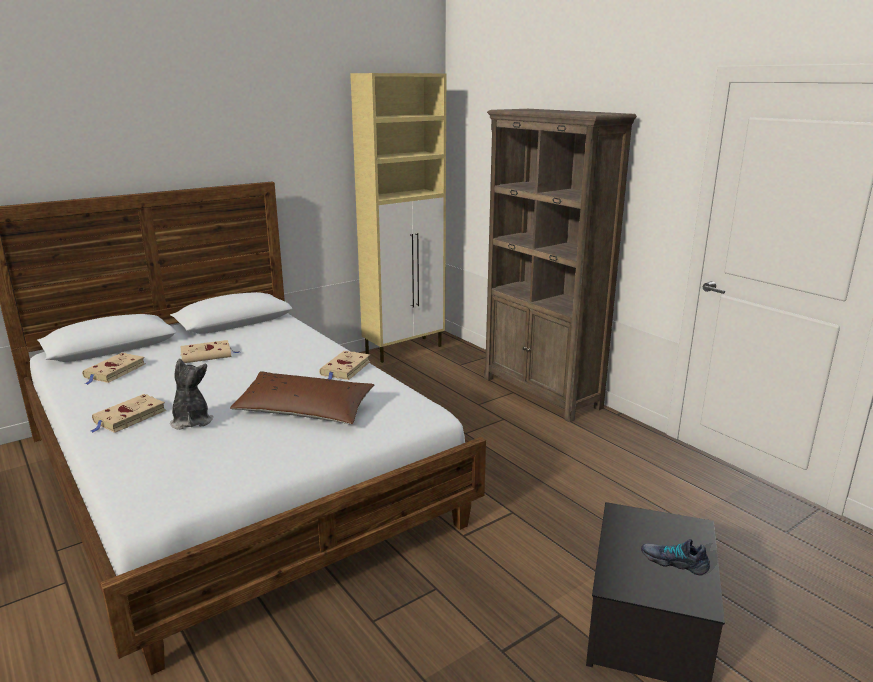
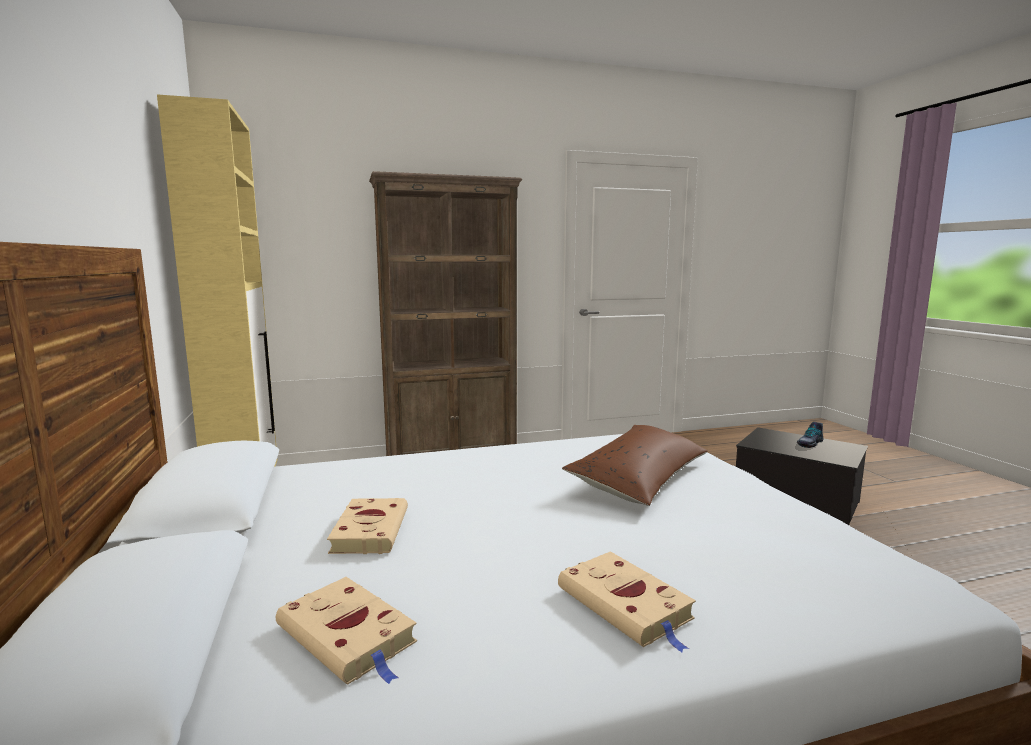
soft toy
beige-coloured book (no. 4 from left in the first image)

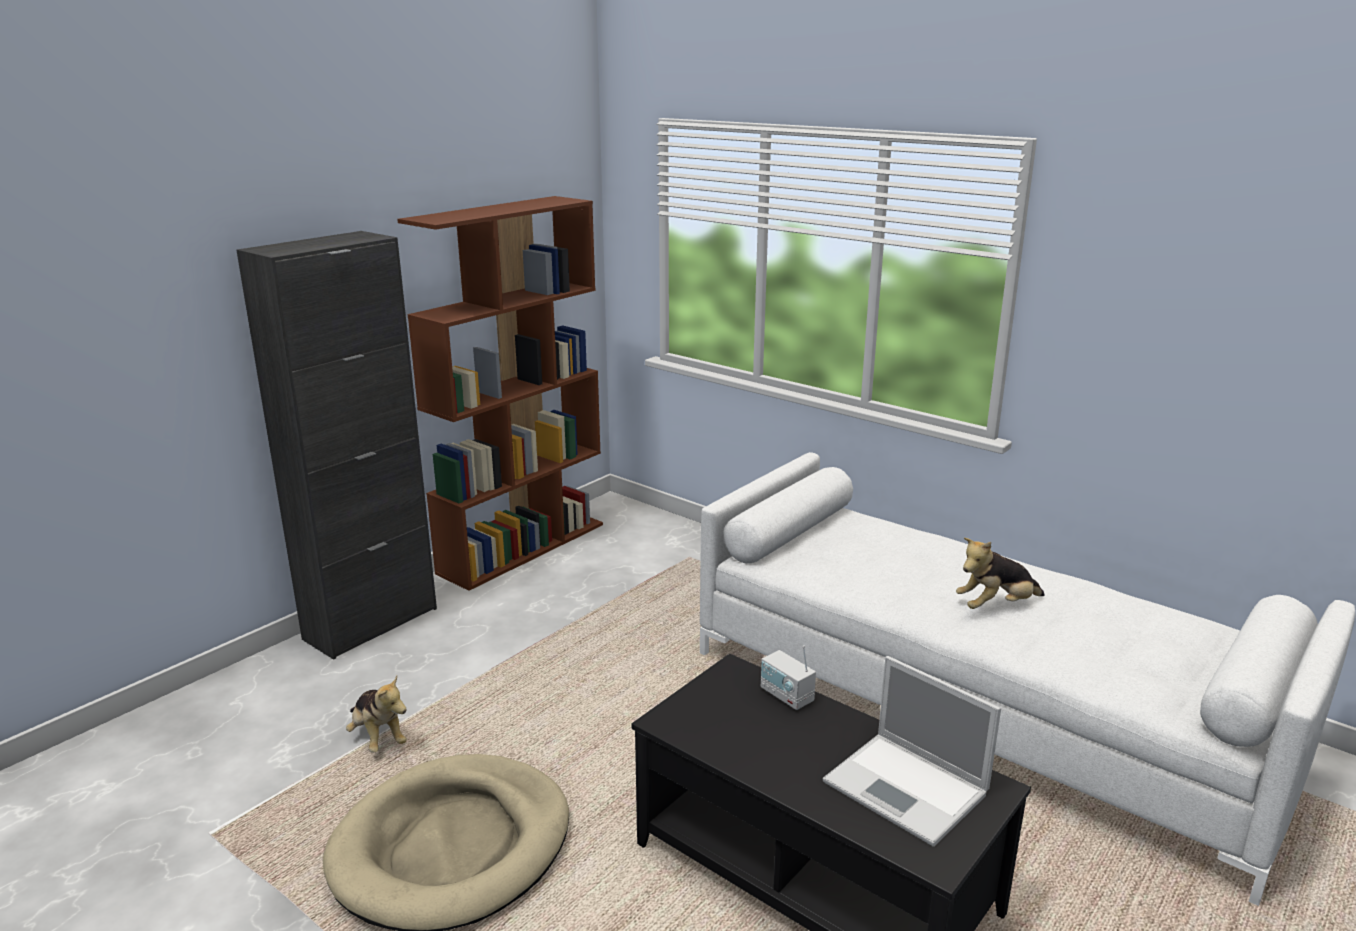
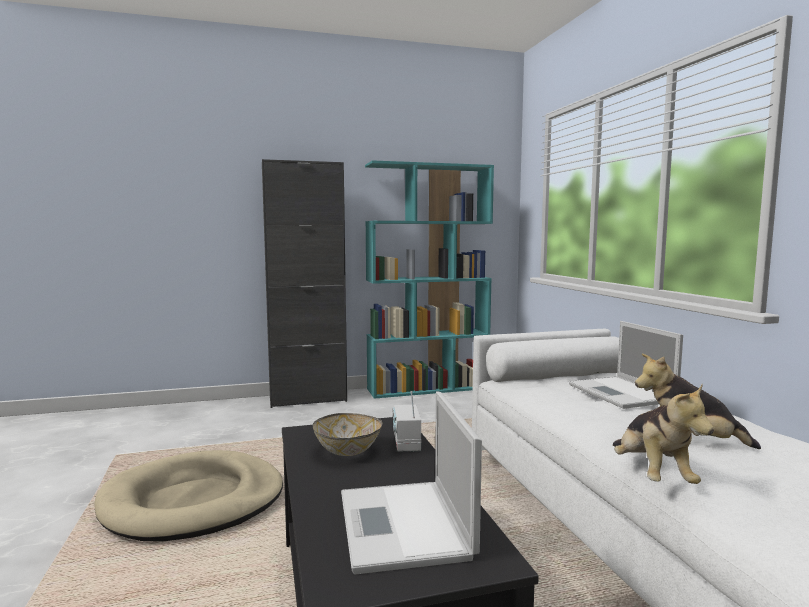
serving bowl
blue-green bookcase
laptop (no. 2 from left)
soft toy (no. 1 from left)

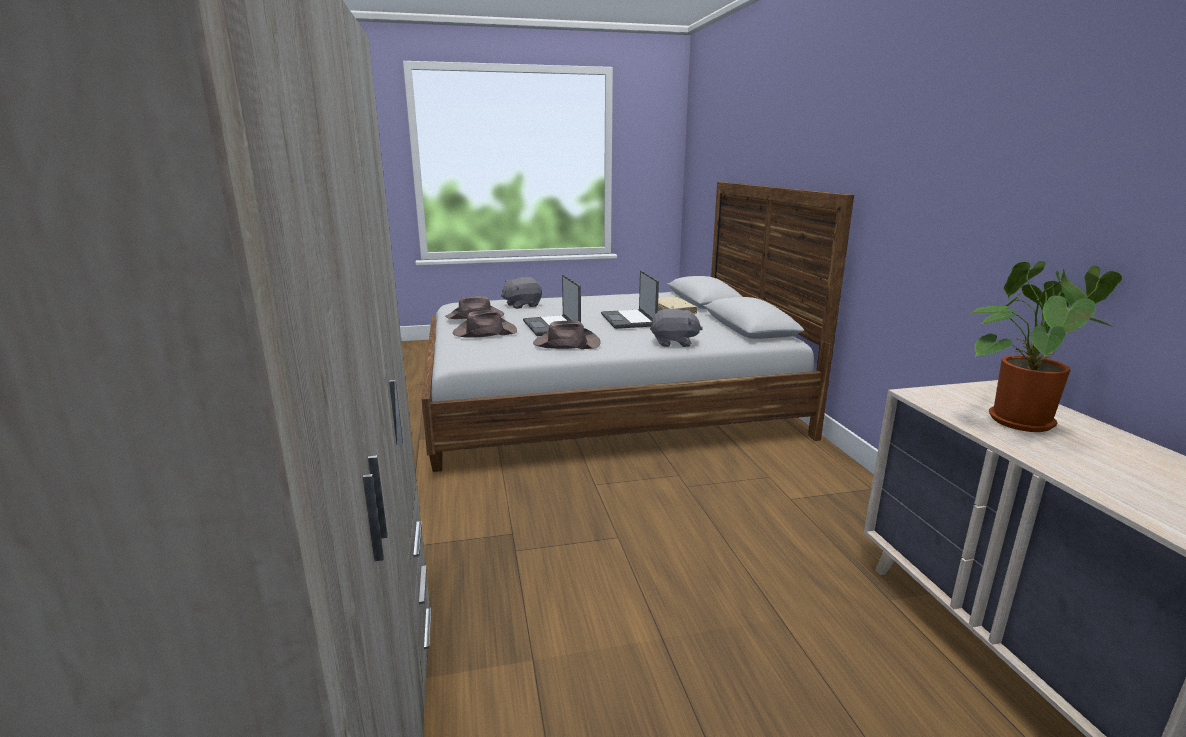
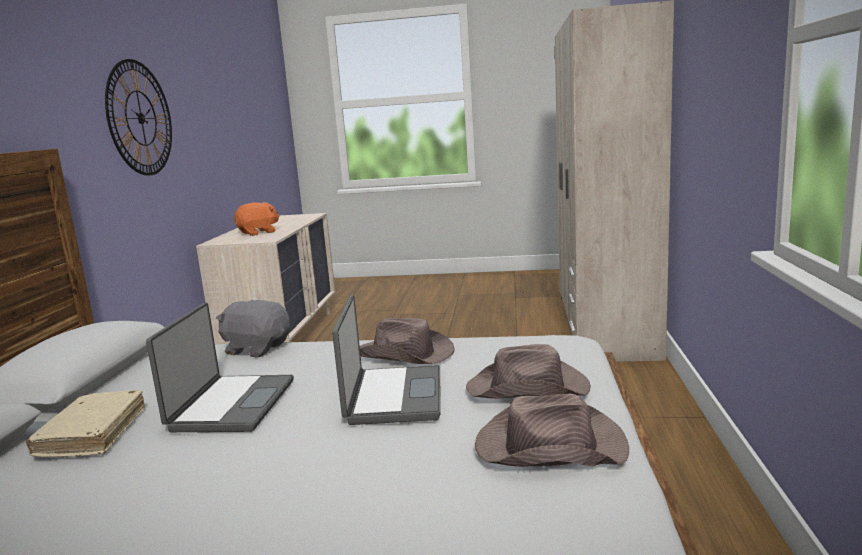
wall clock
orangey soft toy
grey soft toy (no. 1 from left in the first image)

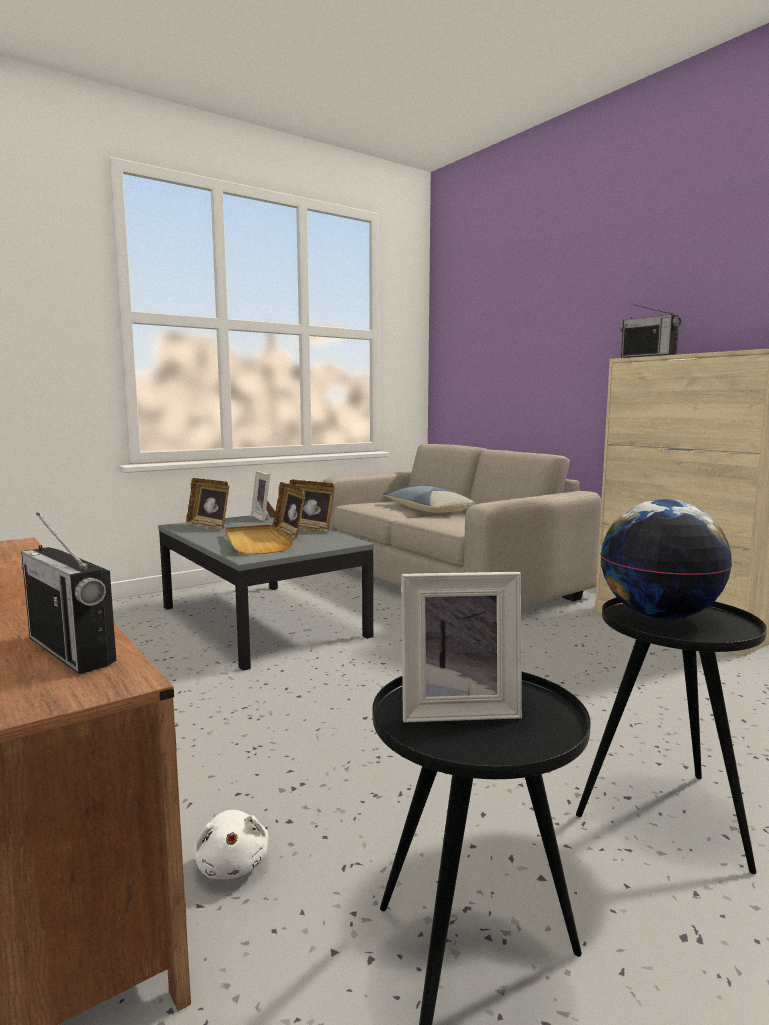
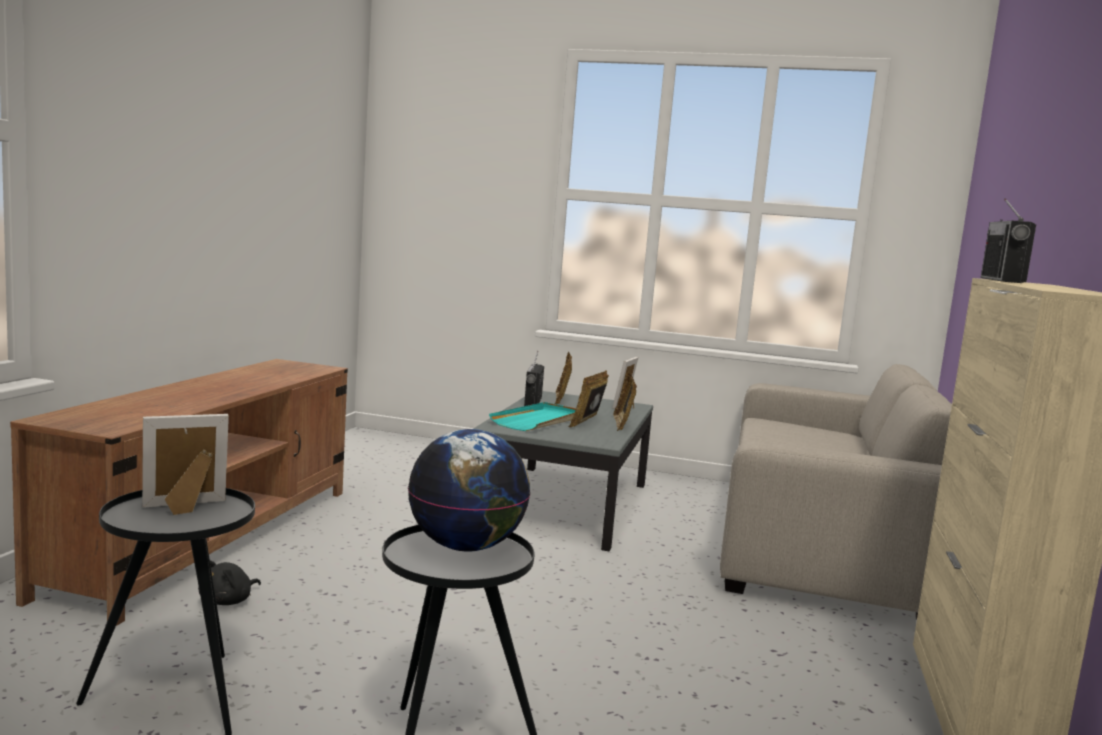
standing frame (no. 1 from left)
blackish soft toy
blue-green tray
radio set (no. 1 from left)
cushion

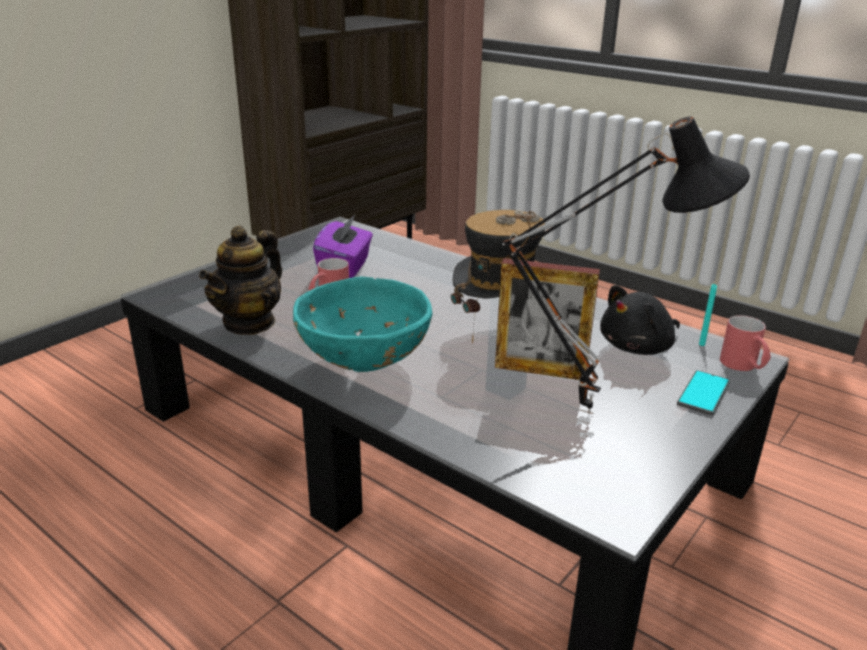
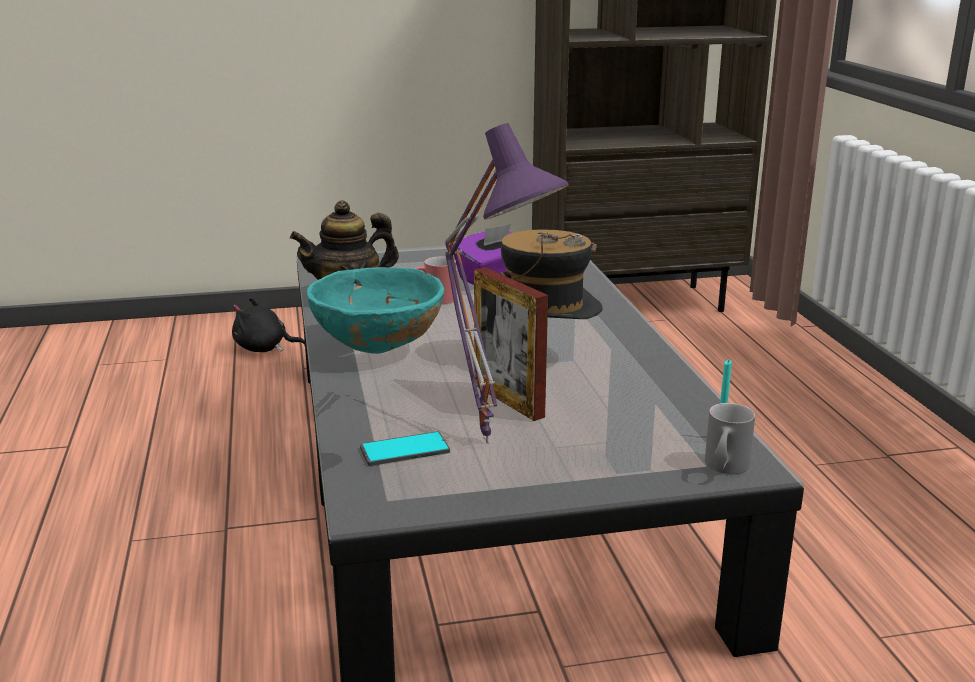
blackish soft toy
telephone
purplish tabletop lamp
grey mug

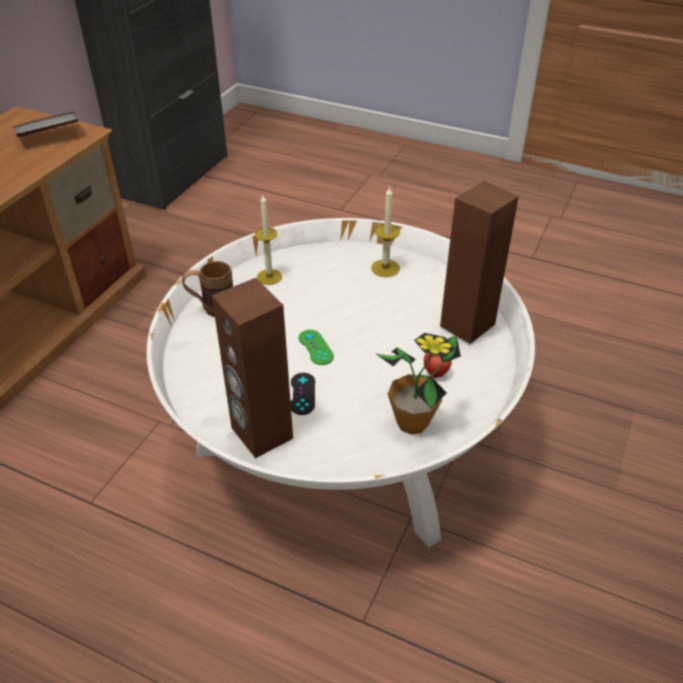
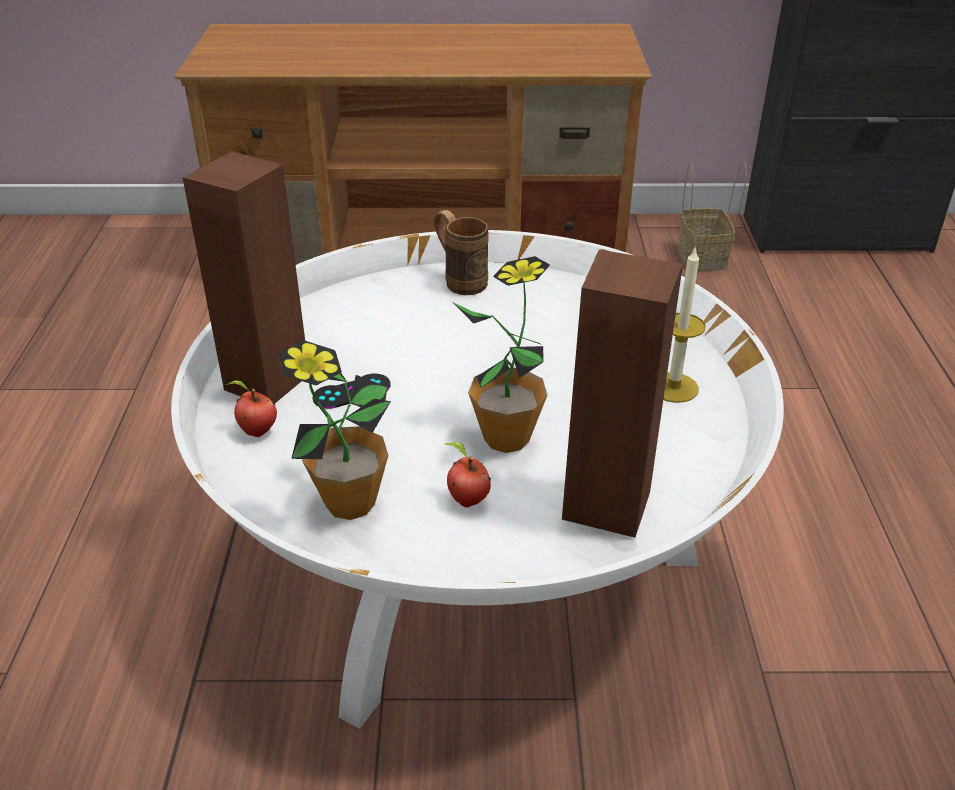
whole apple (no. 1 from left)
plant in a pot (no. 2 from left)
household basket
book
wax candle (no. 1 from left in the first image)
green-coloured gamepad

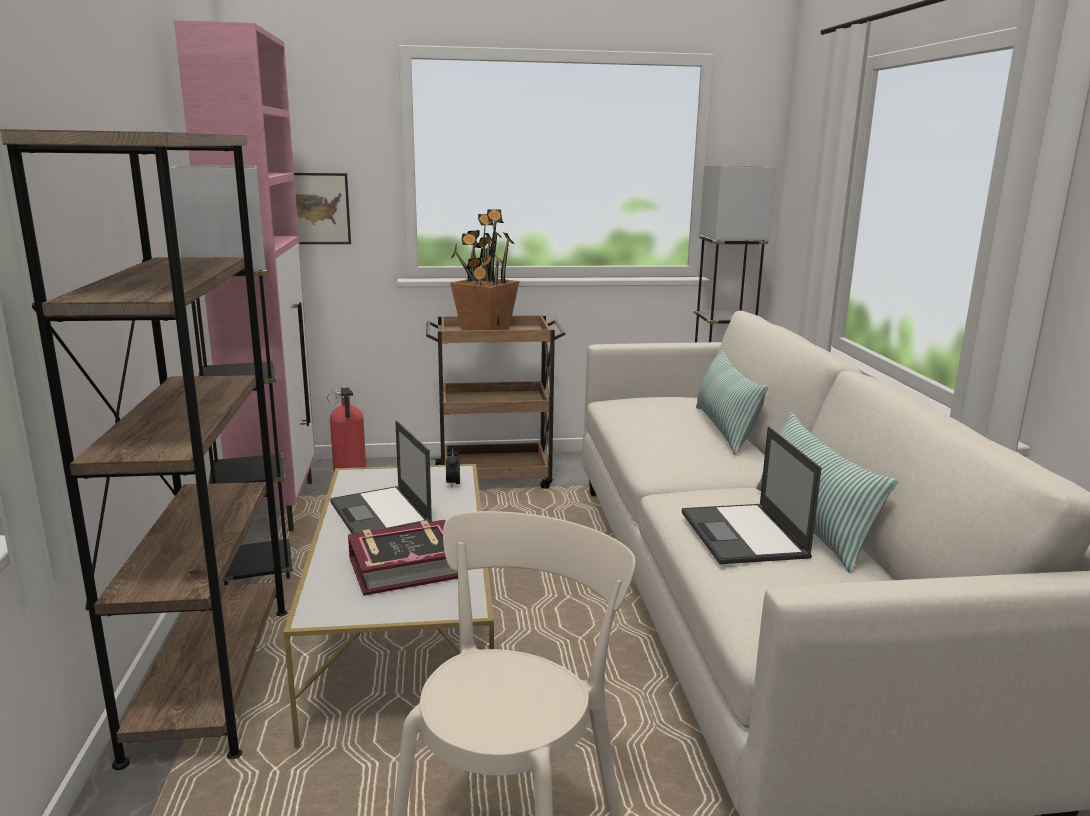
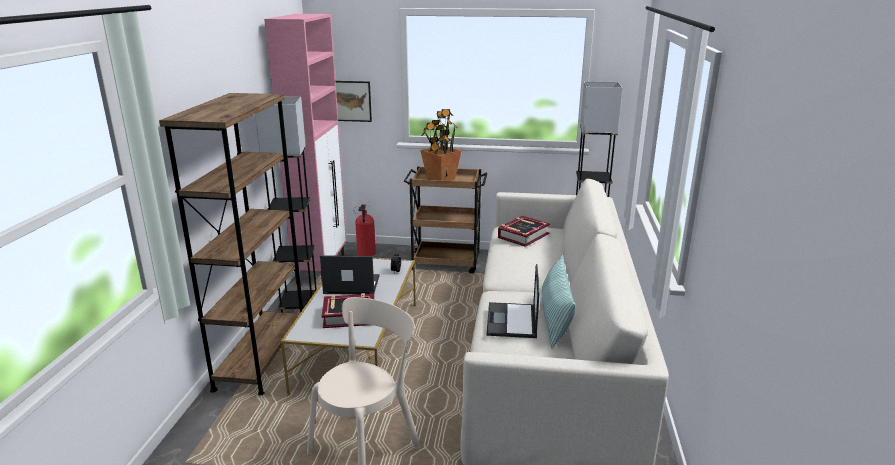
laptop (no. 1 from left)
book (no. 2 from left)
cushion (no. 1 from left in the first image)

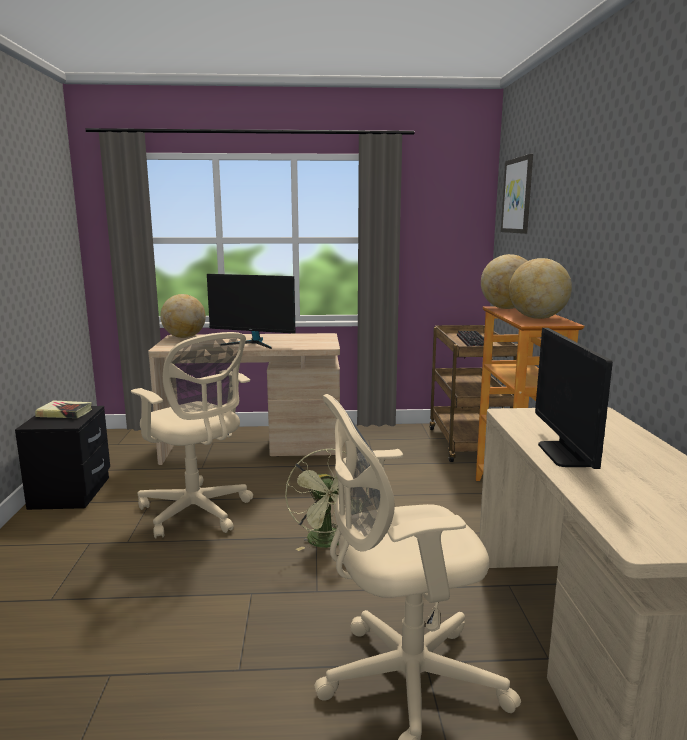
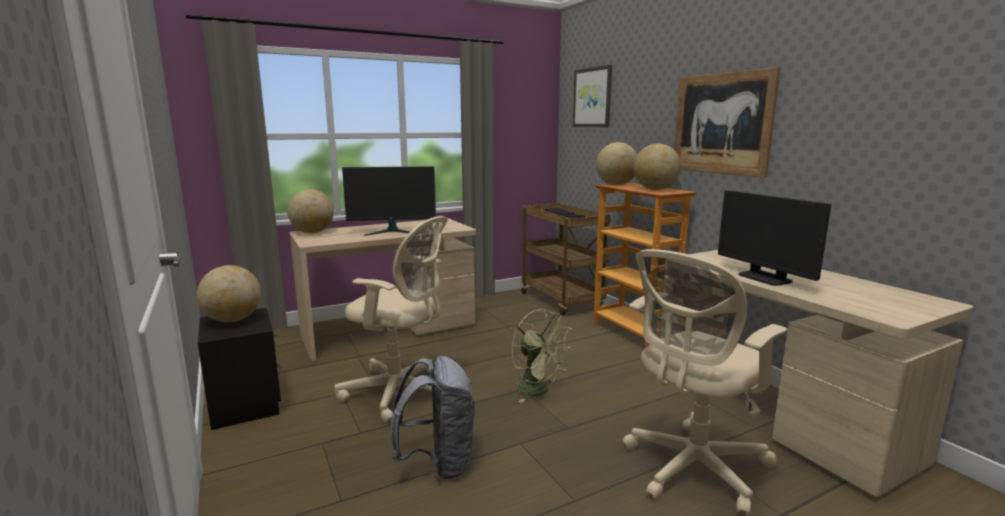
desk globe (no. 1 from left)
grey backpack
picture (no. 2 from left)

